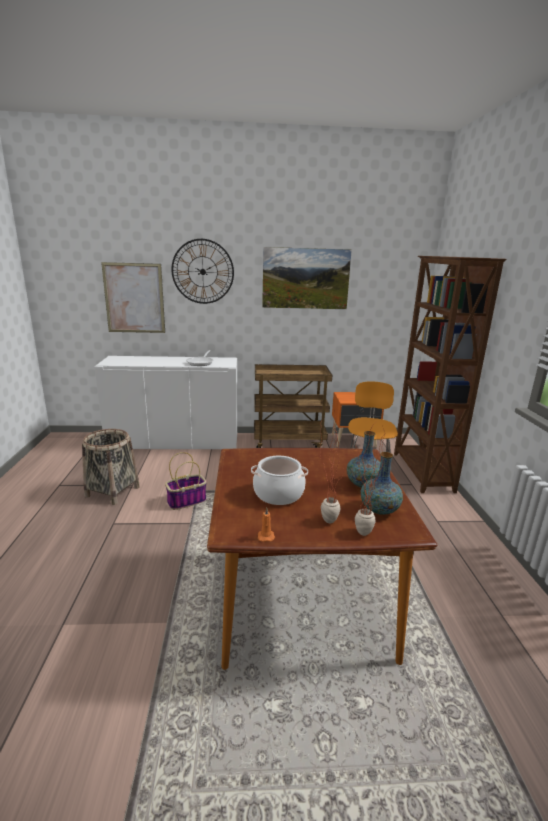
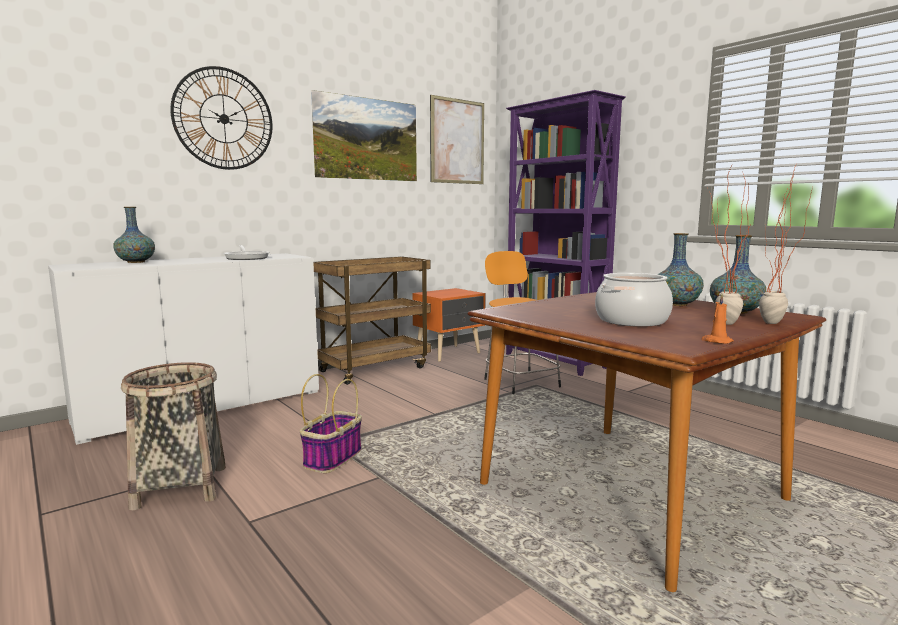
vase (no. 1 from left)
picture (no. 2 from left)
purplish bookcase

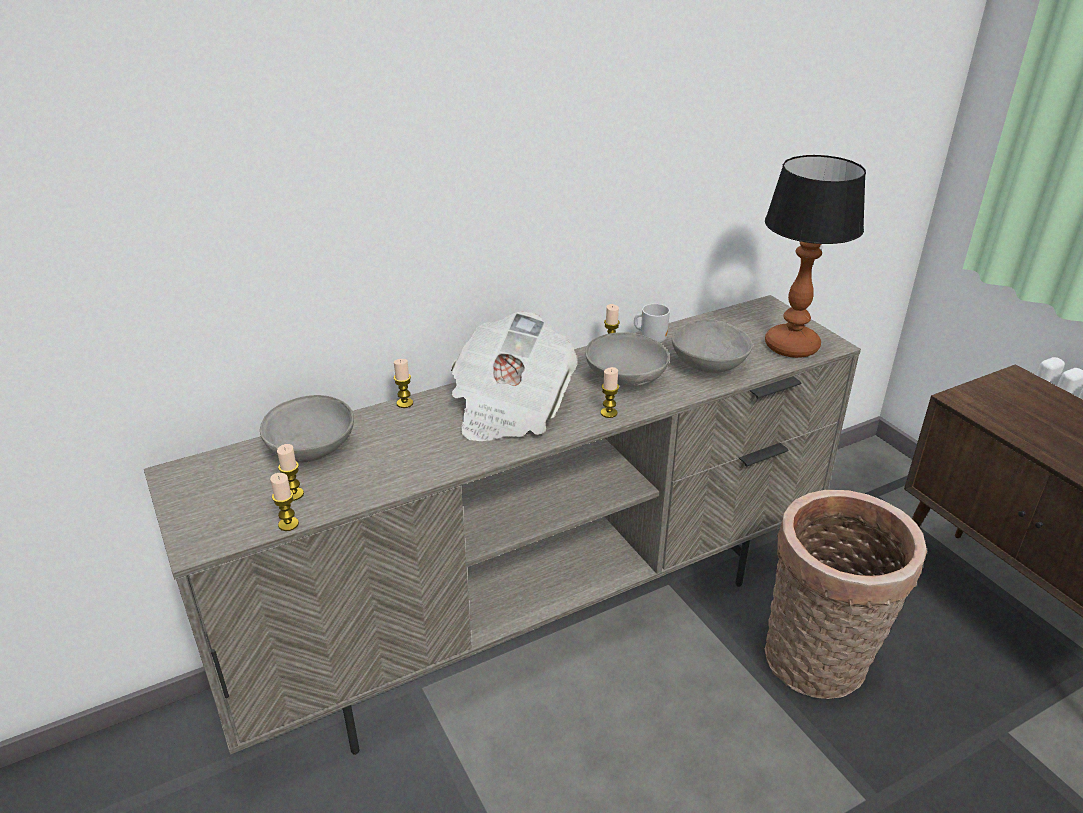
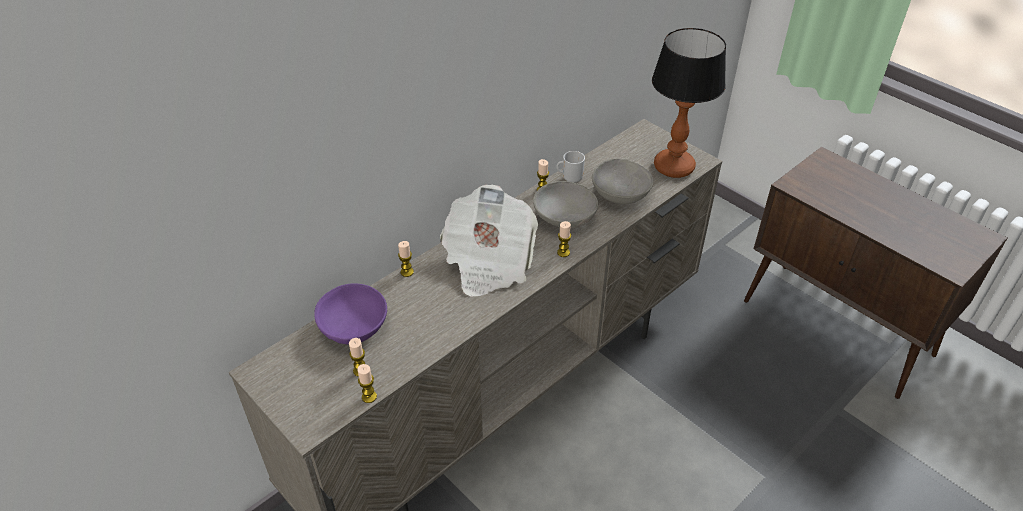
purplish serving bowl
household basket

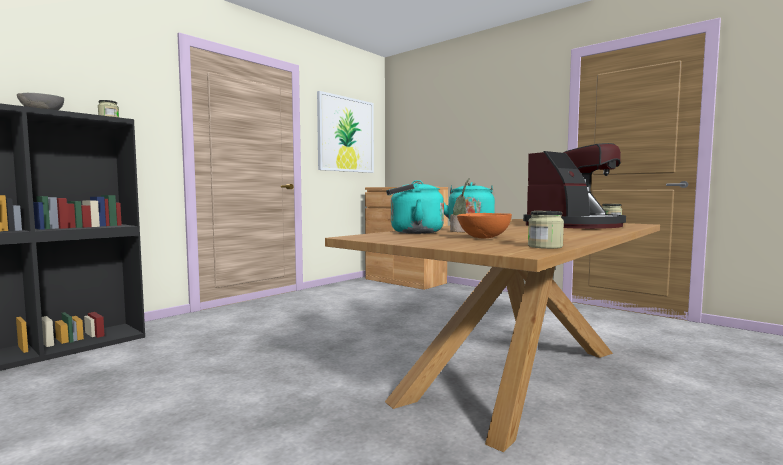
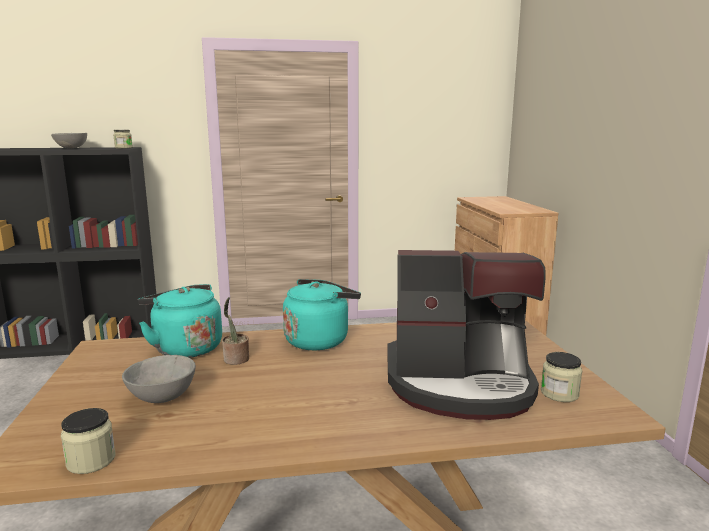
grey serving bowl (no. 2 from left)
picture

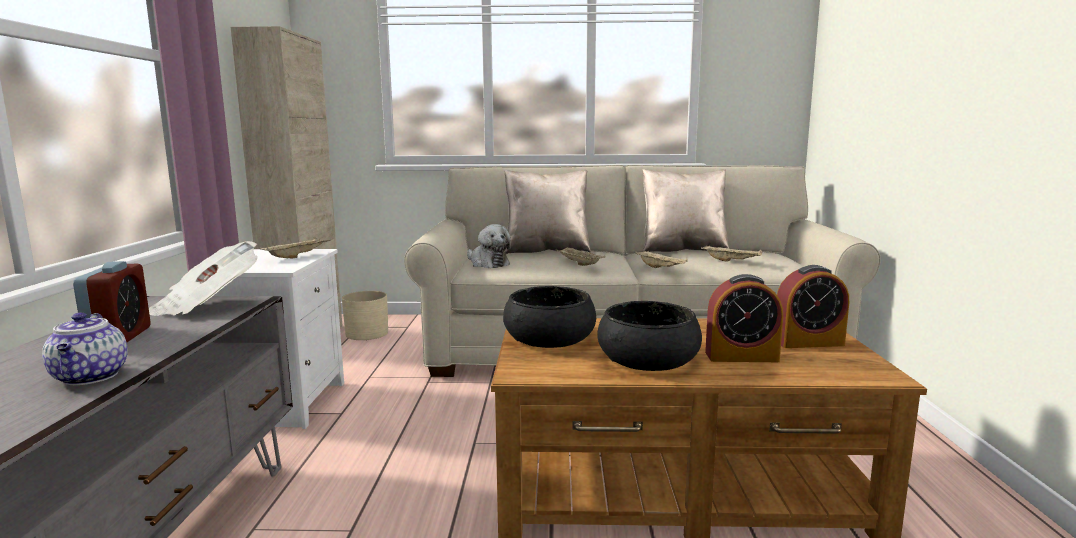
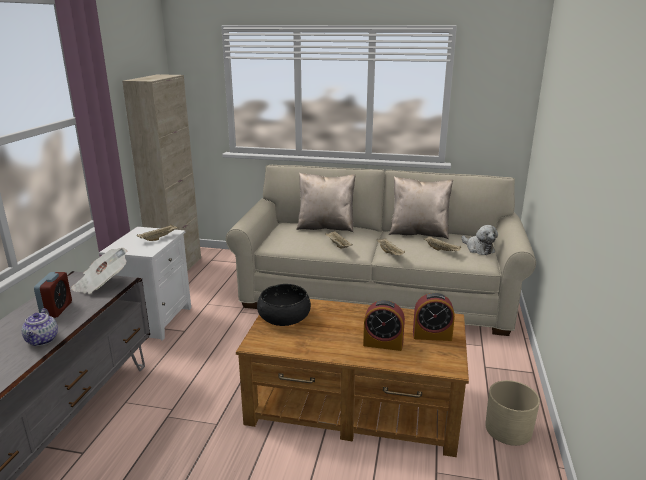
soft toy
beige-coloured plant pot
blackish serving bowl (no. 2 from left in the first image)

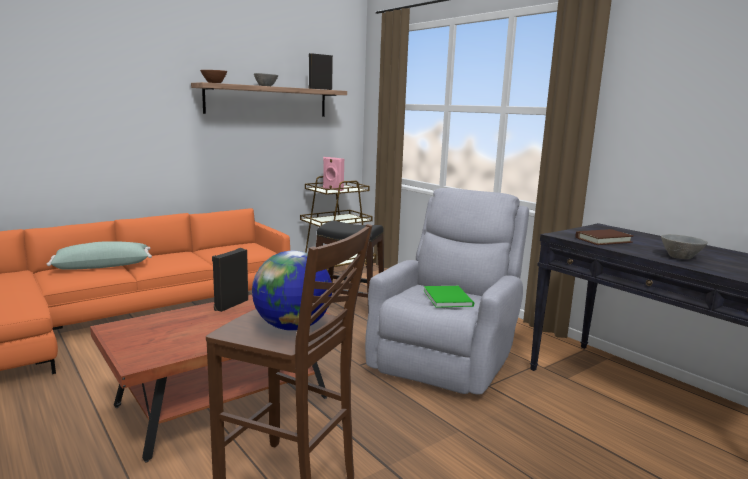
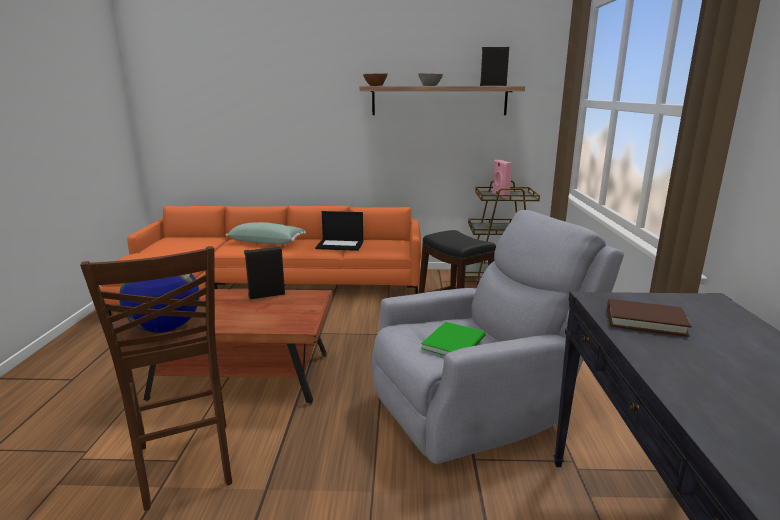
laptop
grey serving bowl (no. 2 from left in the first image)

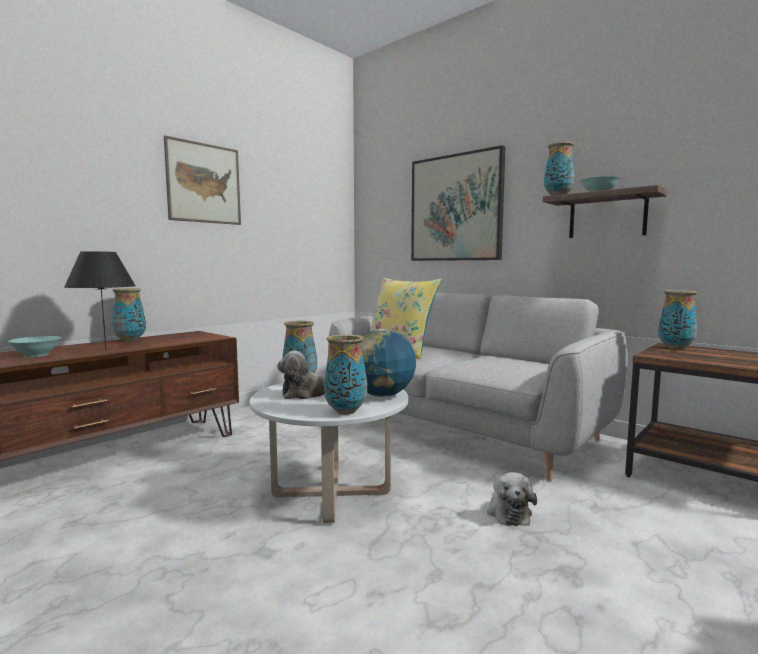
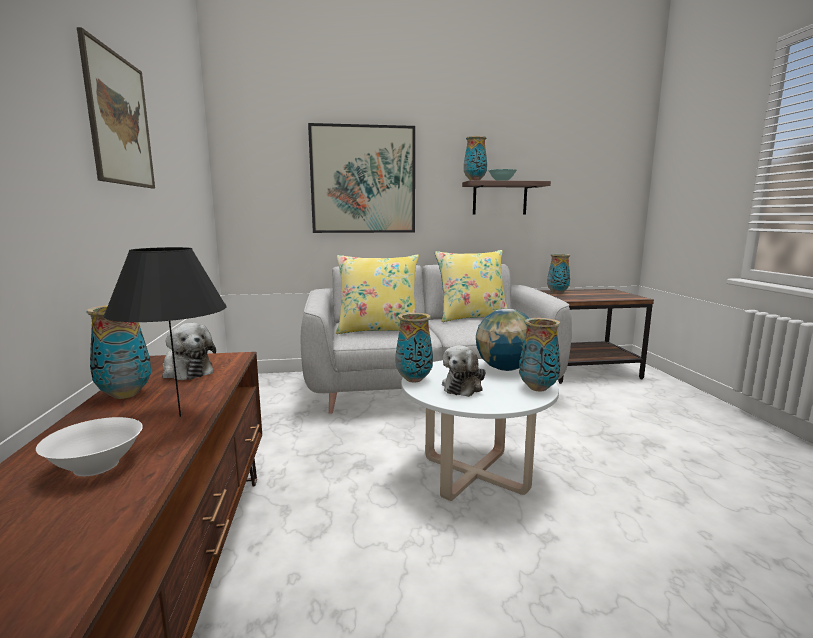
white serving bowl
soft toy (no. 1 from left)
yellowish cushion (no. 2 from left)

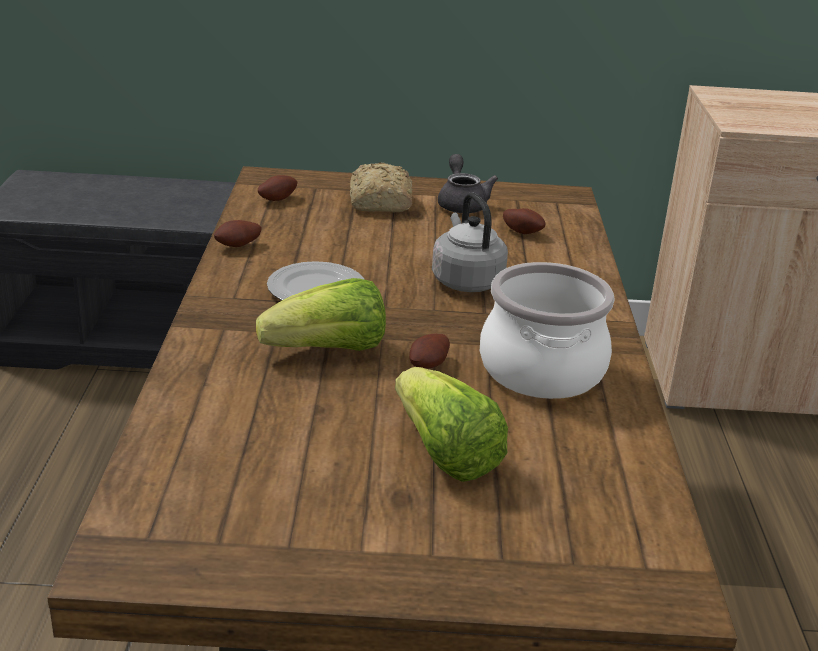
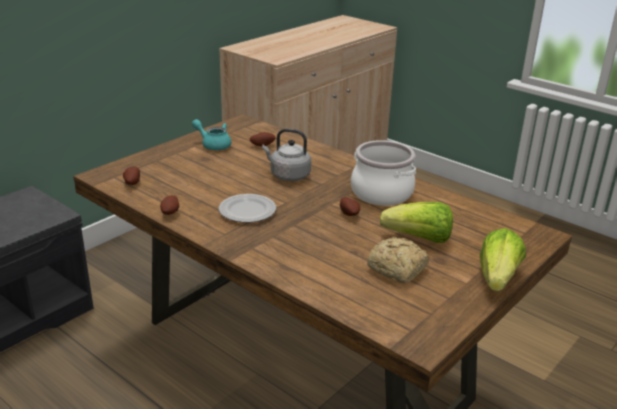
blue-green teapot
bakery bread
lettuce (no. 2 from left)

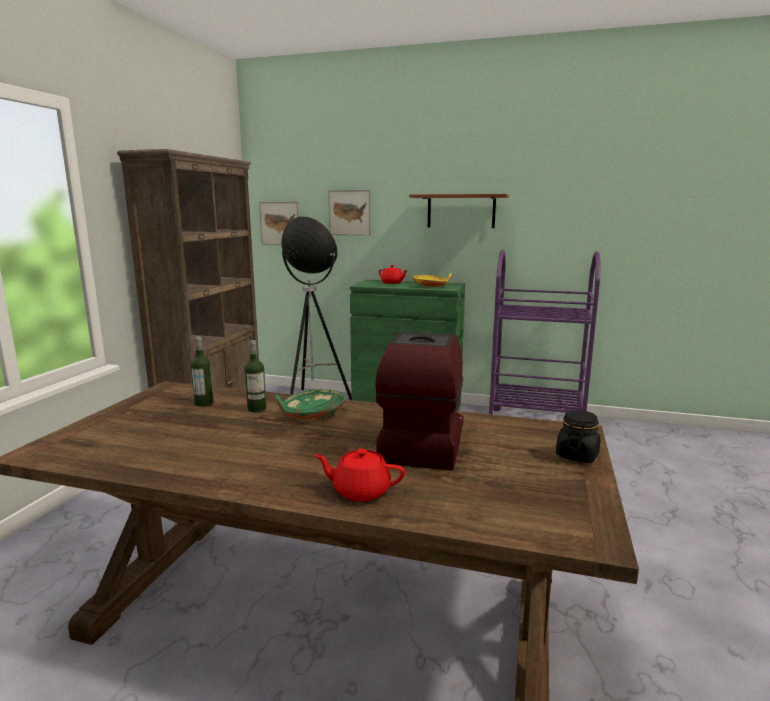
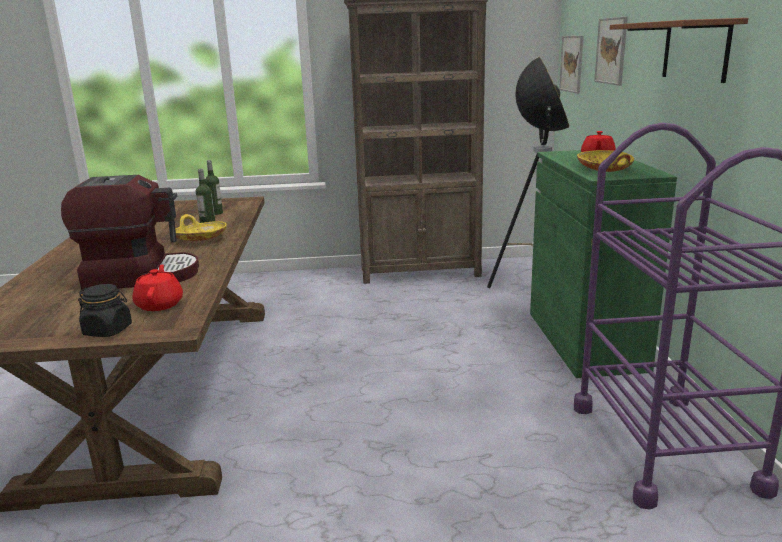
reddish teapot (no. 1 from left)
yellowish serving bowl (no. 1 from left)

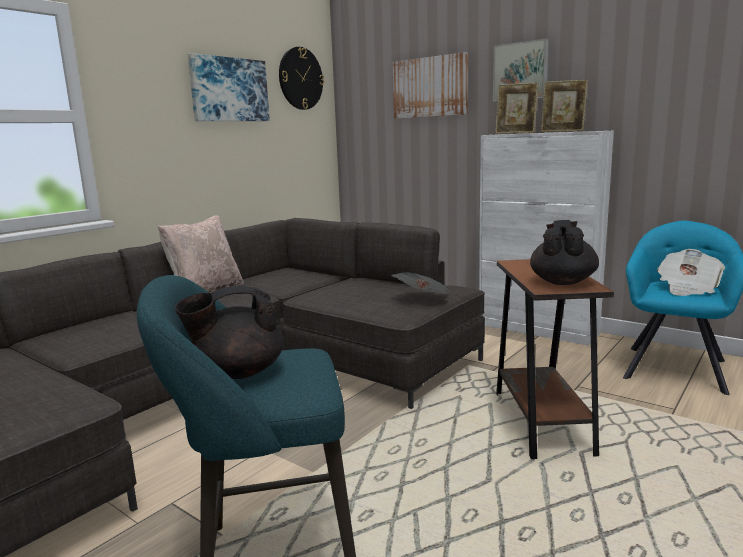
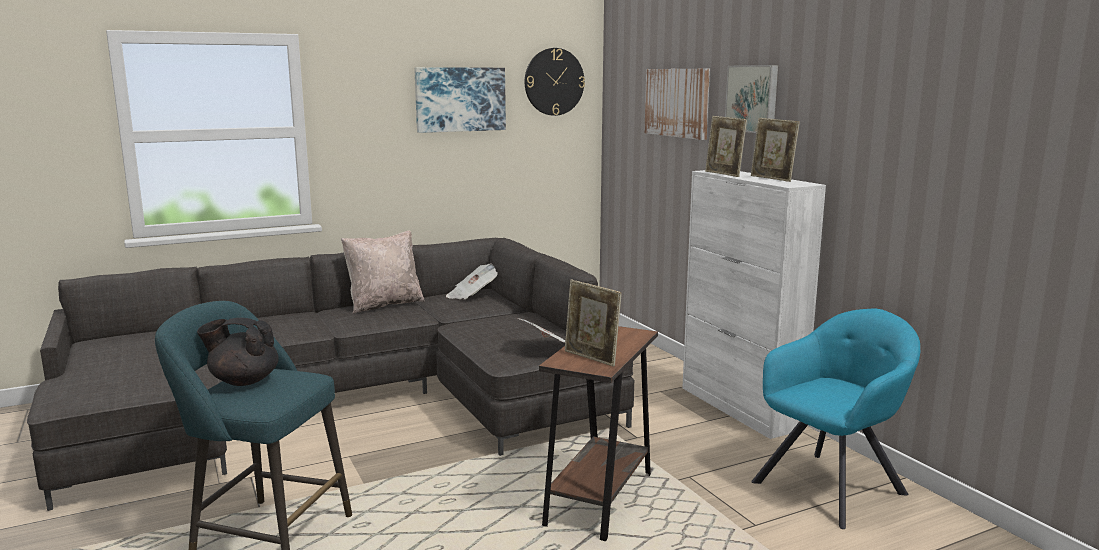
daily paper (no. 1 from left)
standing frame (no. 1 from left)

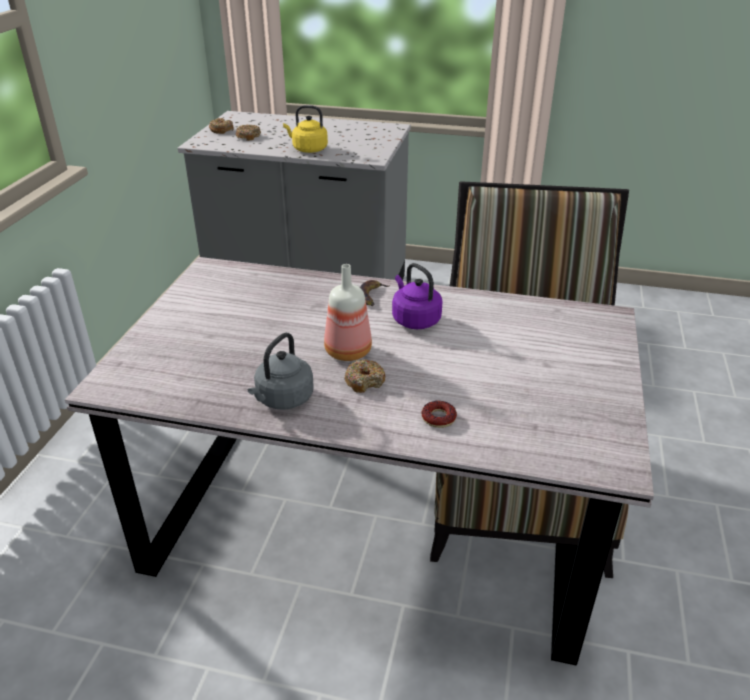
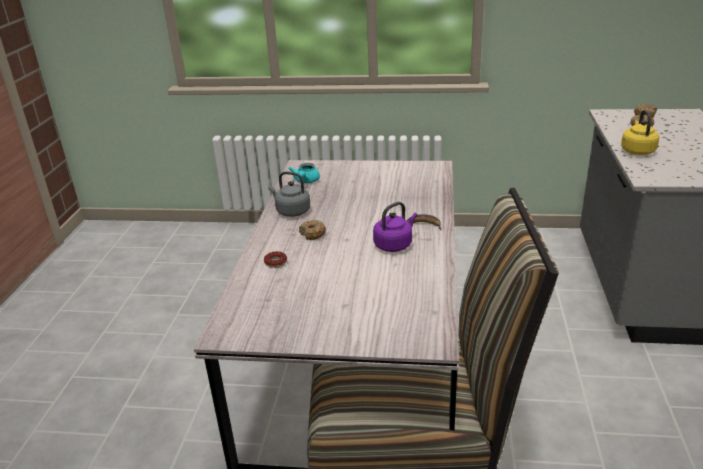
blue-green teapot
bottle

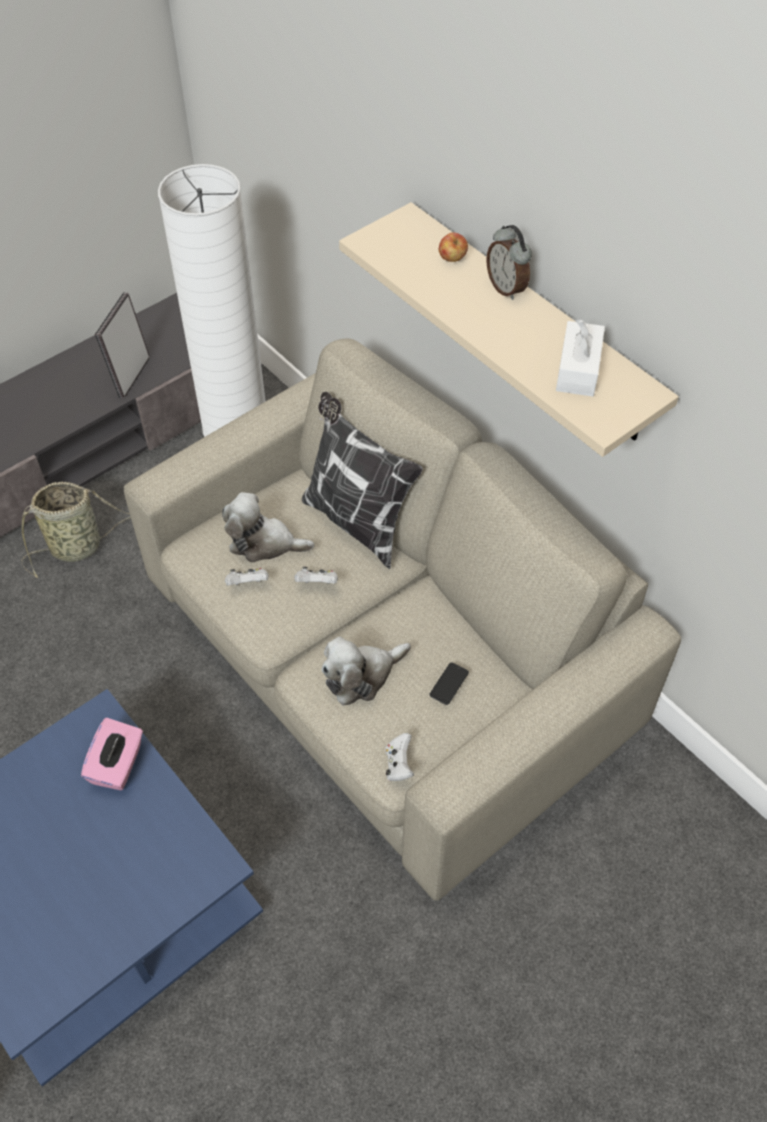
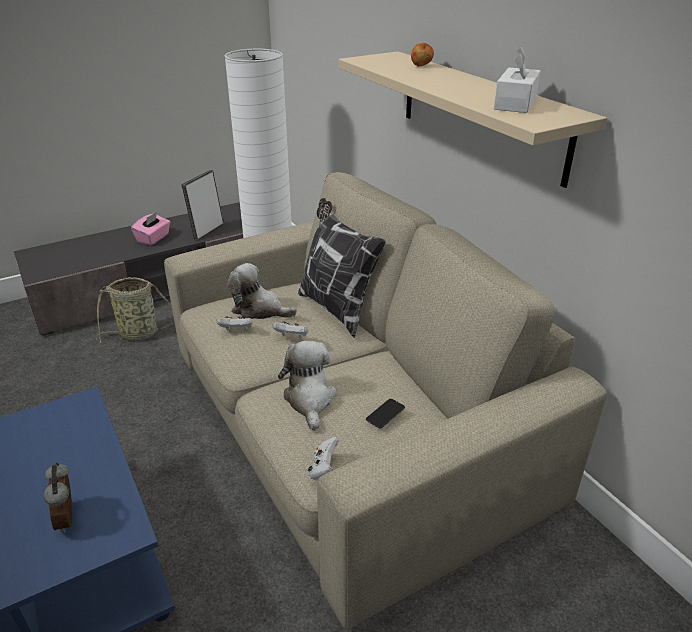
alarm clock
pinkish box of tissues
soft toy (no. 2 from left)

